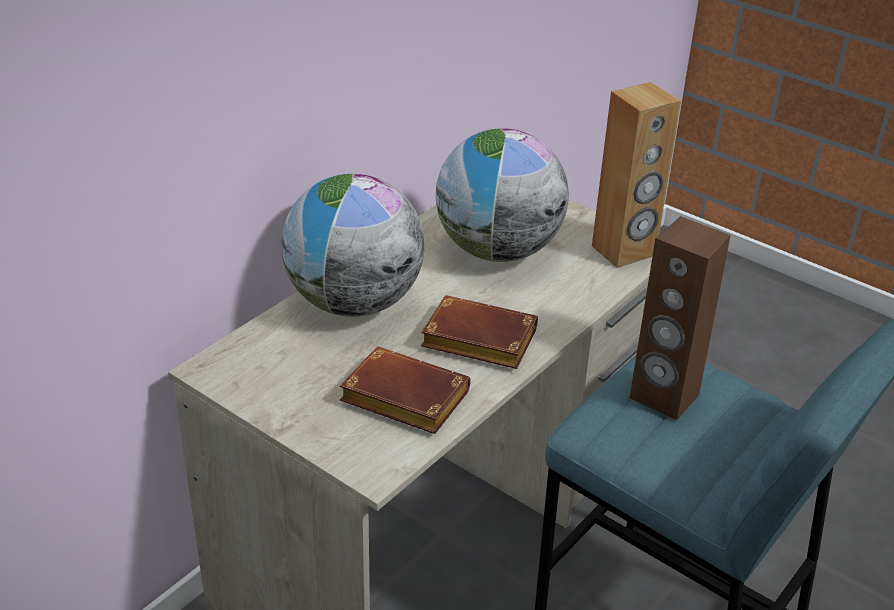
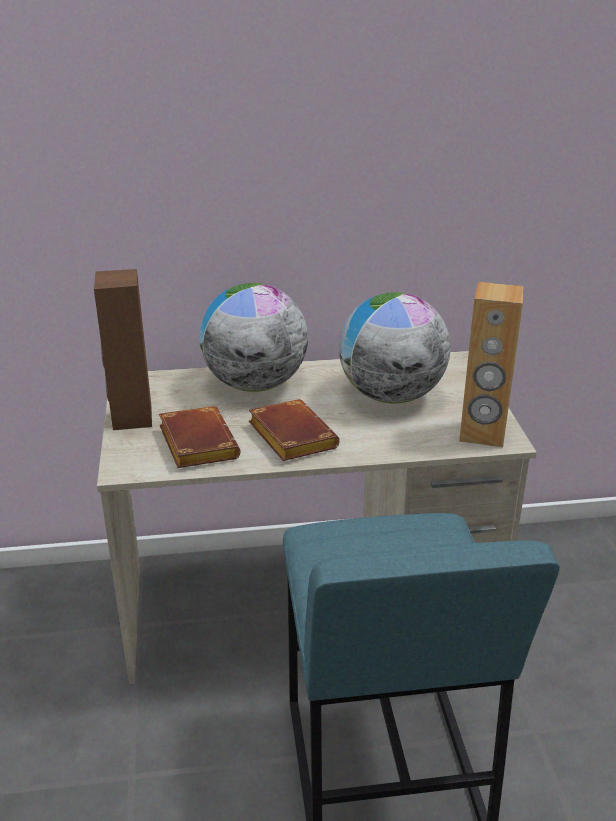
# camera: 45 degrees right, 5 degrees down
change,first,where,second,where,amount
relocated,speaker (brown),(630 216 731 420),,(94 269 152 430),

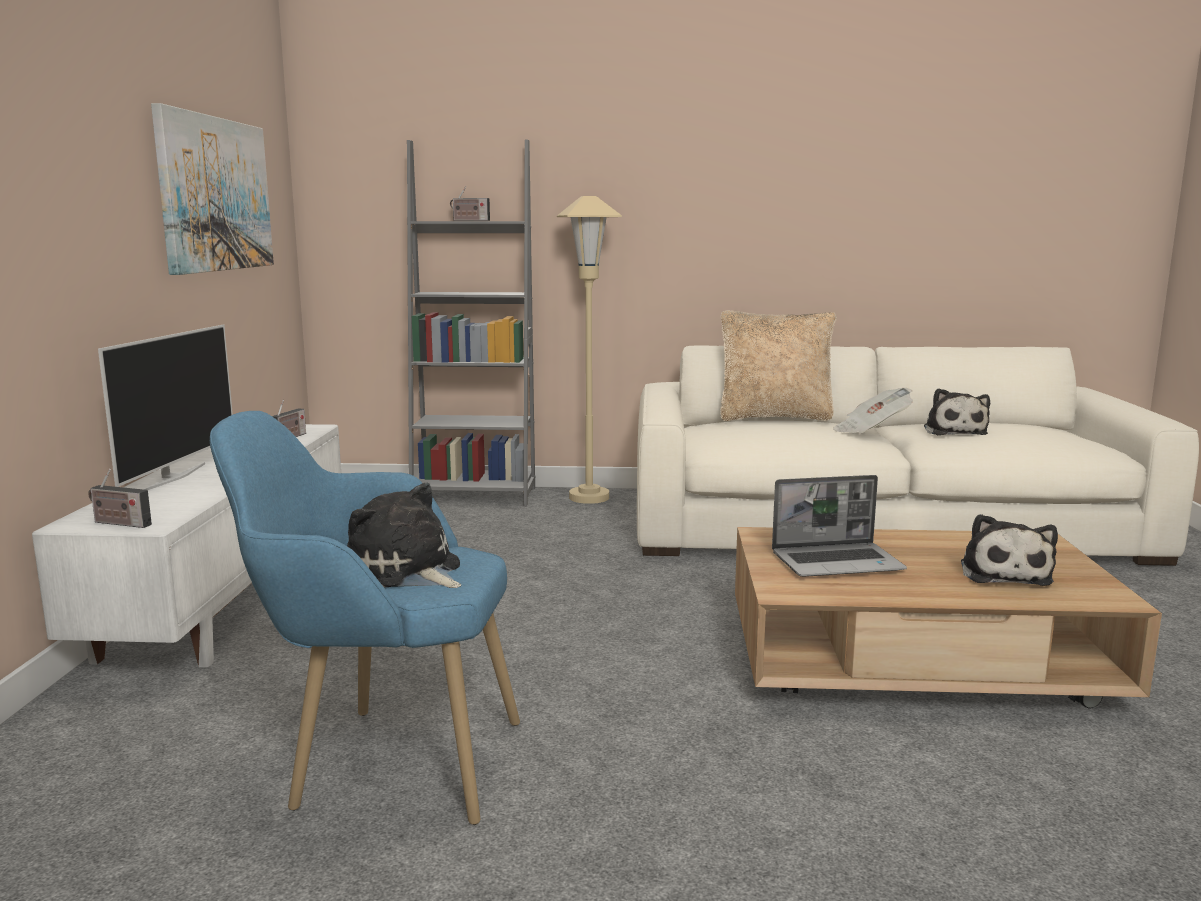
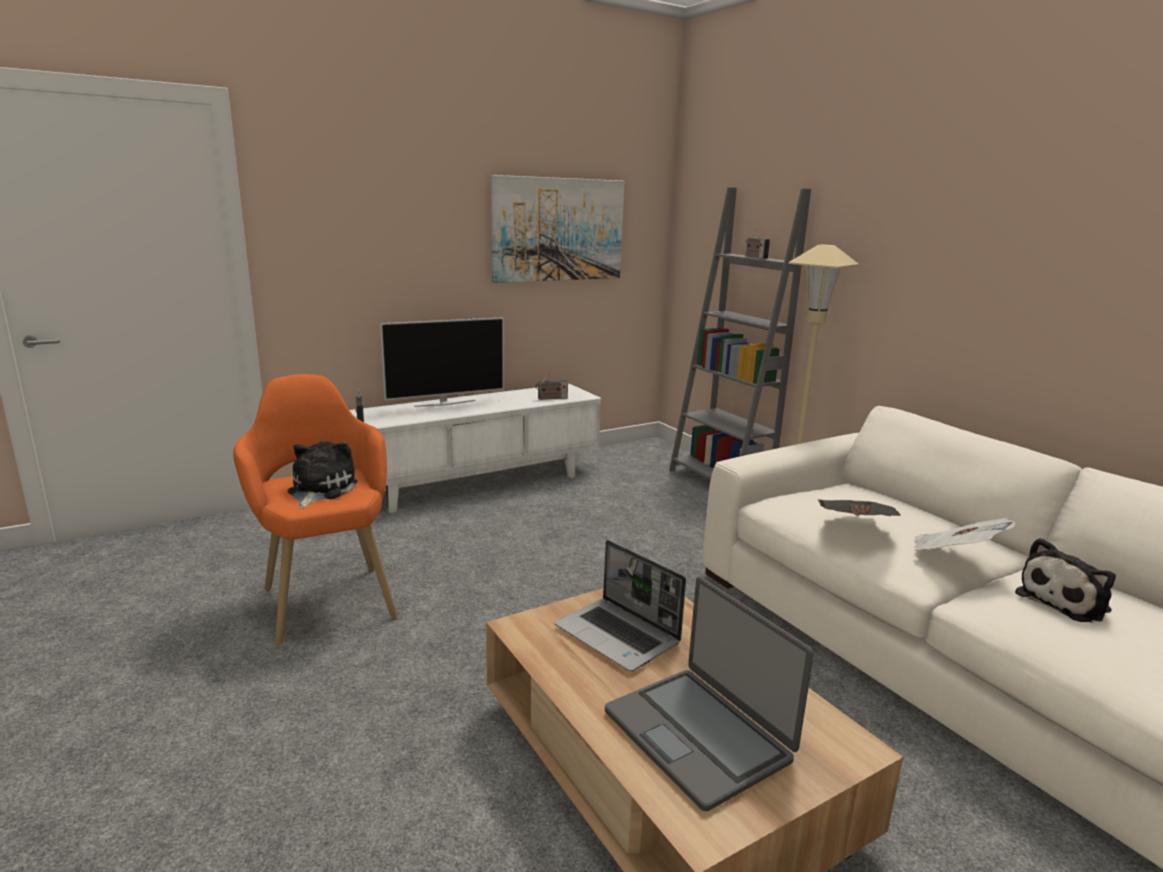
# camera: 55 degrees right, 5 degrees up
change,first,where,second,where,amount
colour,armchair (blue),(210 411 520 825),armchair (orange),(233 374 398 645),
missing,pillow (beige),(720 310 837 421),,,
exchanged,plush toy,(961 514 1058 586),laptop,(605 577 814 811),
appeared,,,newspaper,(817 499 900 516),

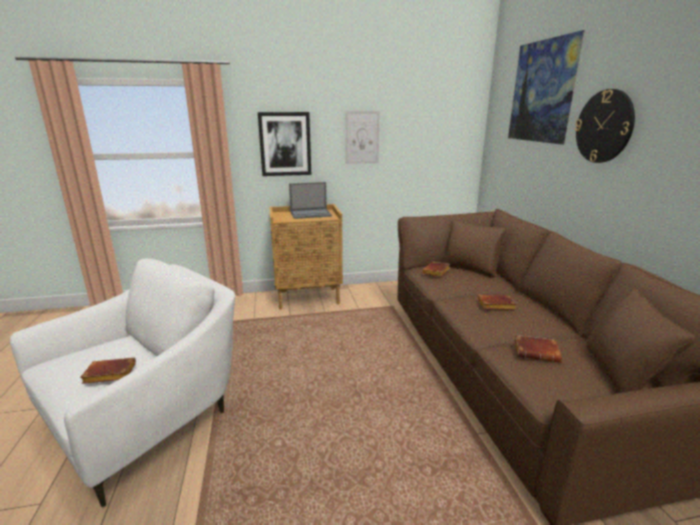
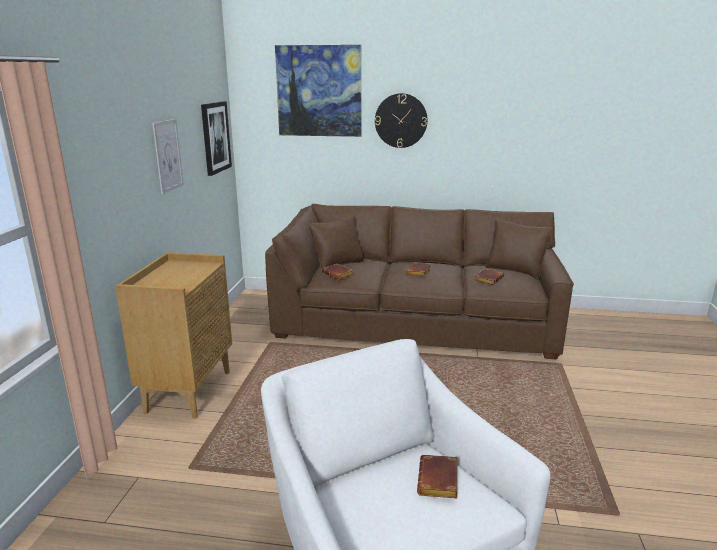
# camera: 70 degrees left, 0 degrees up
change,first,where,second,where,amount
relocated,picture,(258 112 311 176),,(201 101 232 176),
missing,laptop,(289 182 332 219),,,

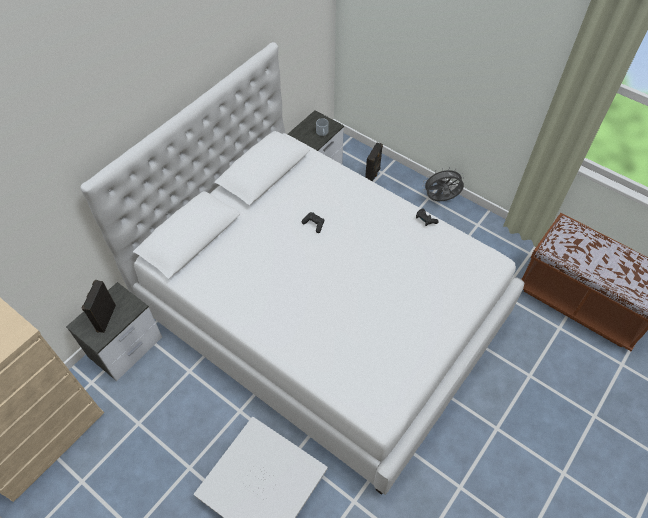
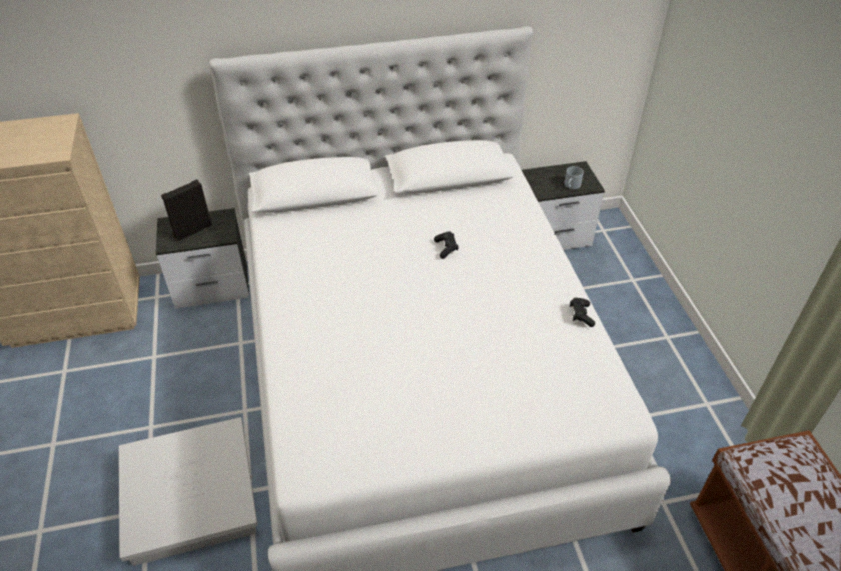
# camera: 40 degrees right, 10 degrees down
change,first,where,second,where,amount
missing,speaker (black),(365 143 383 182),,,
missing,fan (grey),(422 167 465 201),,,

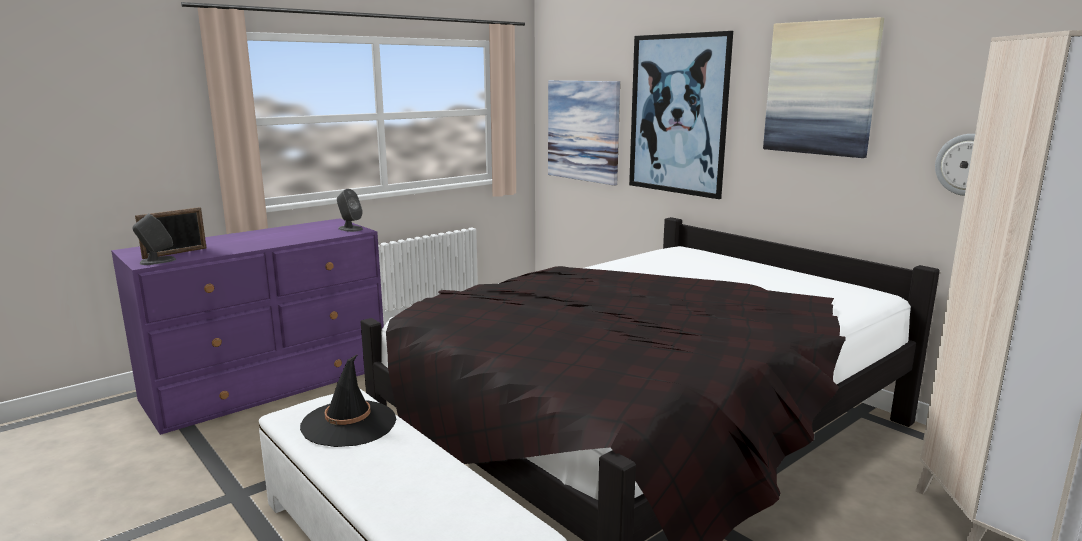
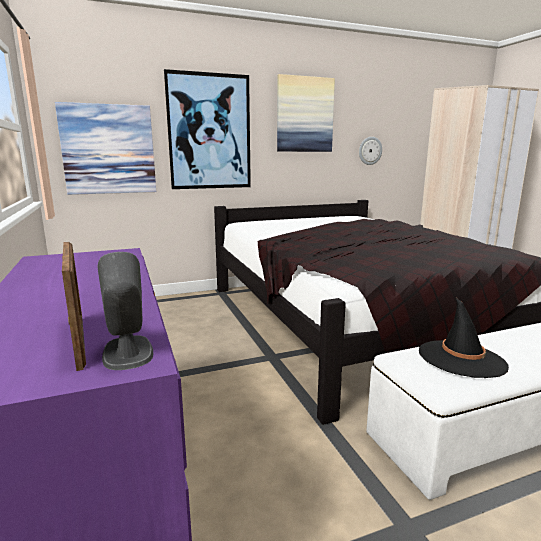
# camera: 70 degrees left, 0 degrees up
change,first,where,second,where,amount
missing,speaker (grey),(337 189 363 232),,,

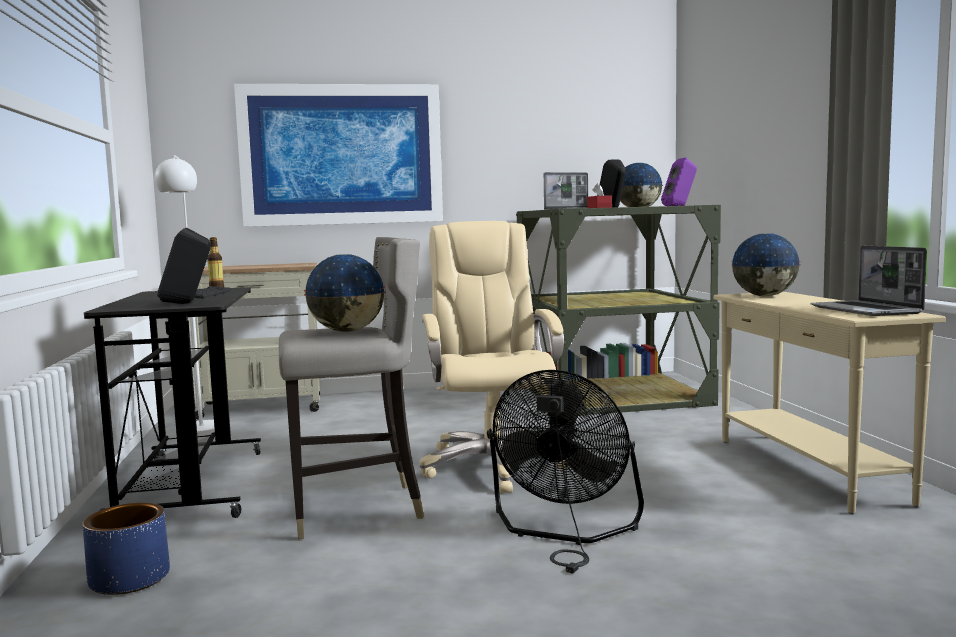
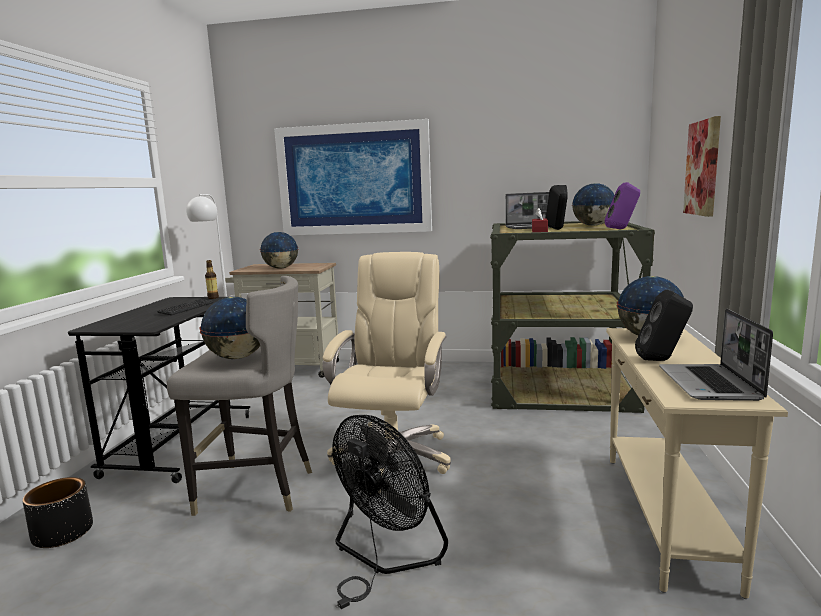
# camera: 20 degrees right, 5 degrees up
change,first,where,second,where,amount
colour,planter (blue),(82 502 170 595),planter (black),(22 477 93 548),
relocated,speaker (black),(157 228 211 304),,(635 290 693 361),
appeared,,,globe,(260 232 298 269),
appeared,,,picture,(683 116 721 217),

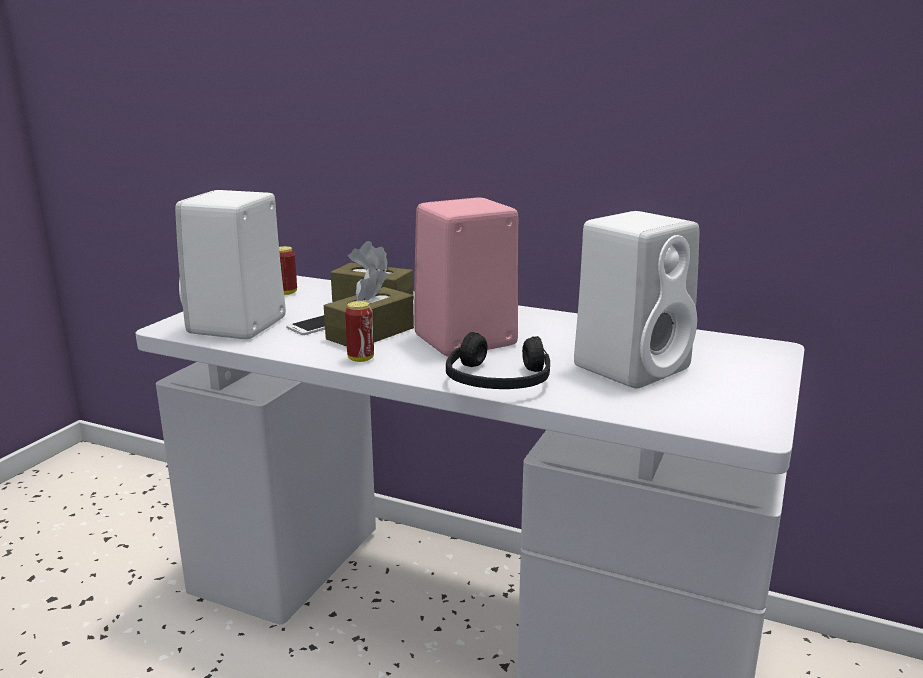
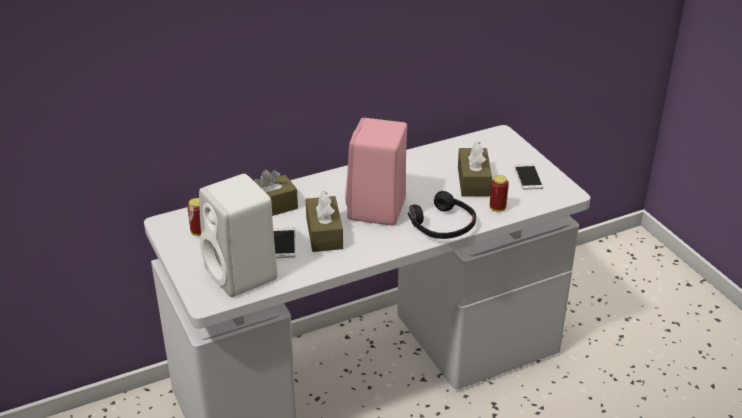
# camera: 50 degrees left, 15 degrees up
change,first,where,second,where,amount
relocated,can,(345 301 374 362),,(490 175 509 212),
exchanged,speaker (white),(574 211 699 389),tissue box (brown),(458 141 492 196),
appeared,,,phone,(514 164 543 190),

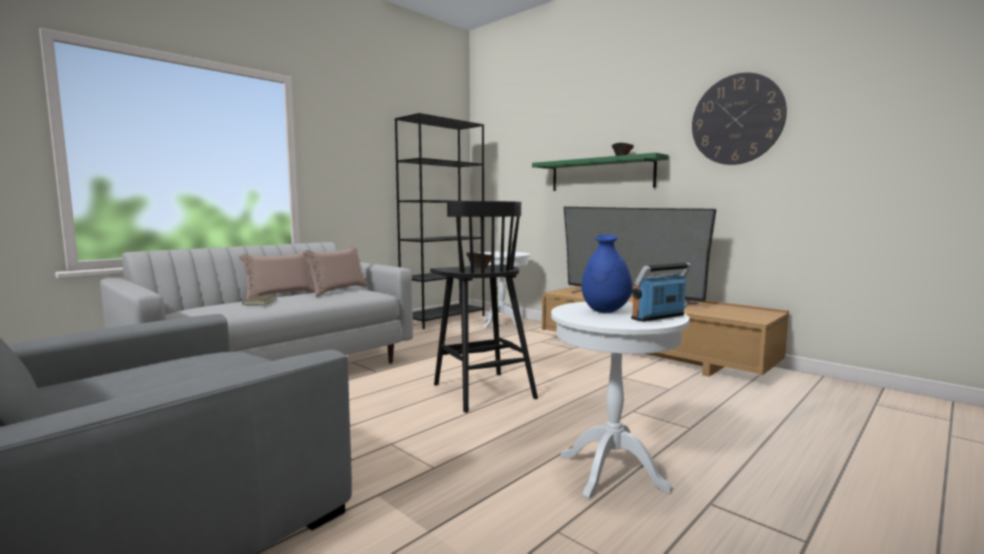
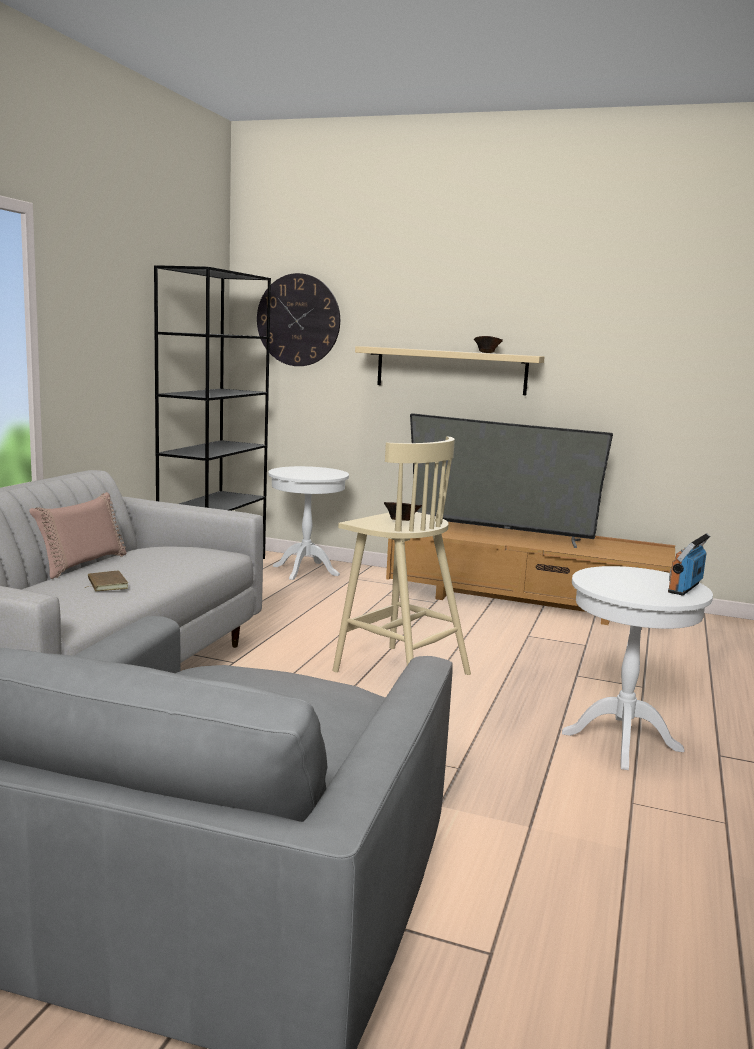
# camera: 25 degrees left, 5 degrees up
change,first,where,second,where,amount
missing,pillow (beige),(302 246 368 297),,,
colour,stool (black),(430 201 538 413),stool (beige),(333 436 471 675),
colour,shelf (green),(532 153 669 191),shelf (beige),(355 346 545 395),
missing,vase (blue),(582 234 633 313),,,
relocated,wall clock,(692 73 787 165),,(257 273 340 366),

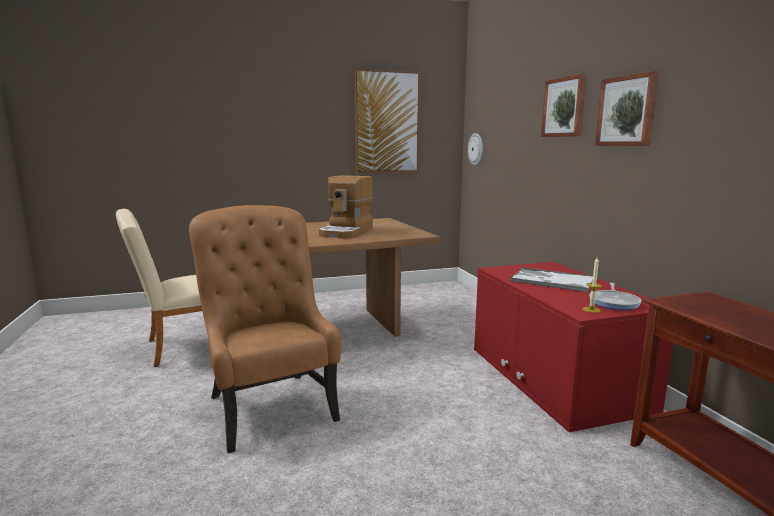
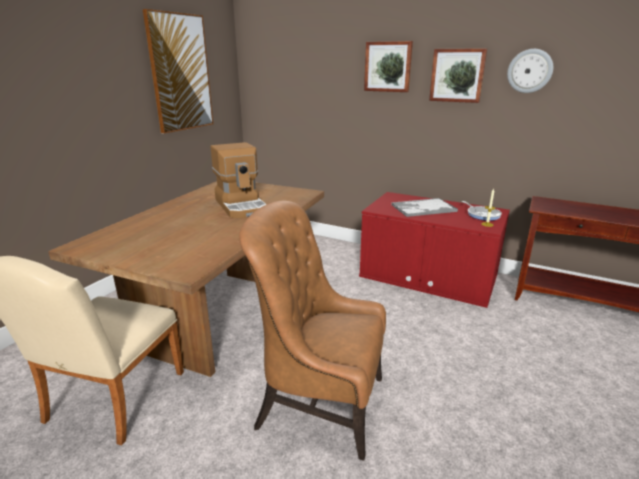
# camera: 45 degrees left, 10 degrees up
change,first,where,second,where,amount
relocated,wall clock,(468 133 483 166),,(507 49 553 93),

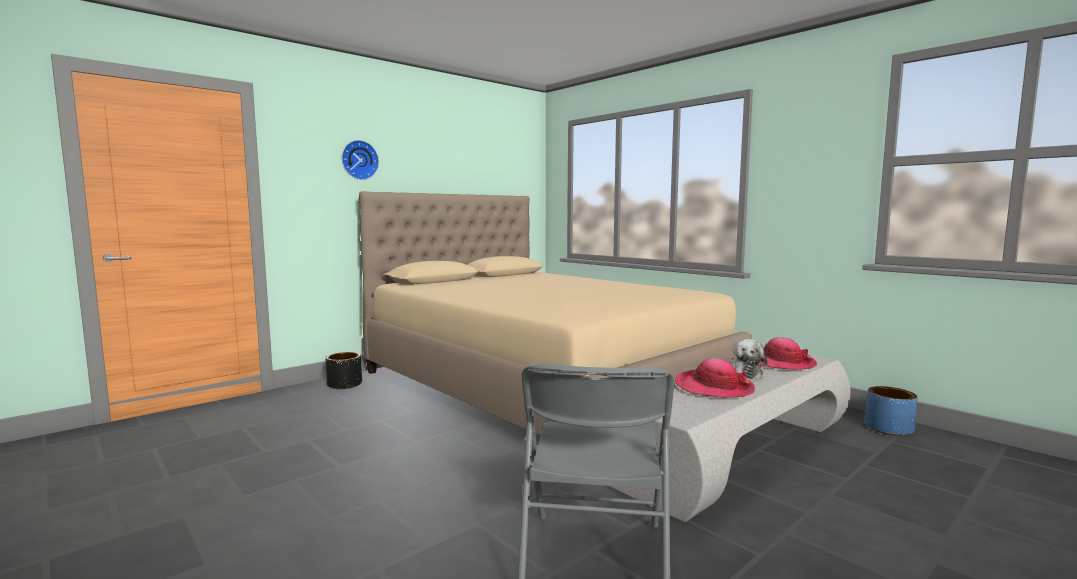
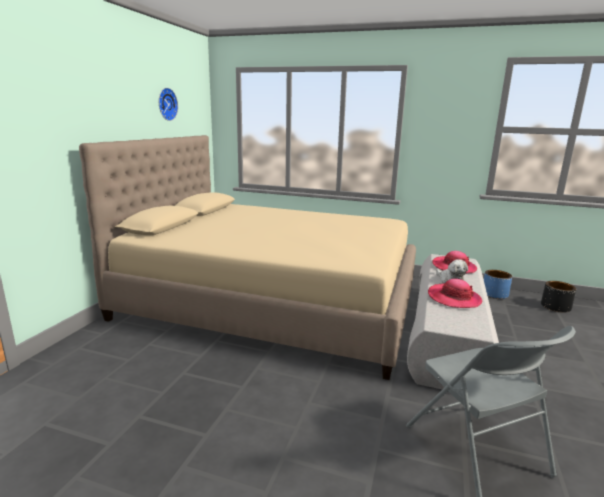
# camera: 30 degrees left, 10 degrees up
change,first,where,second,where,amount
relocated,planter (black),(325 352 362 389),,(541 281 576 313),
relocated,wall clock,(341 140 379 180),,(159 88 178 121),

